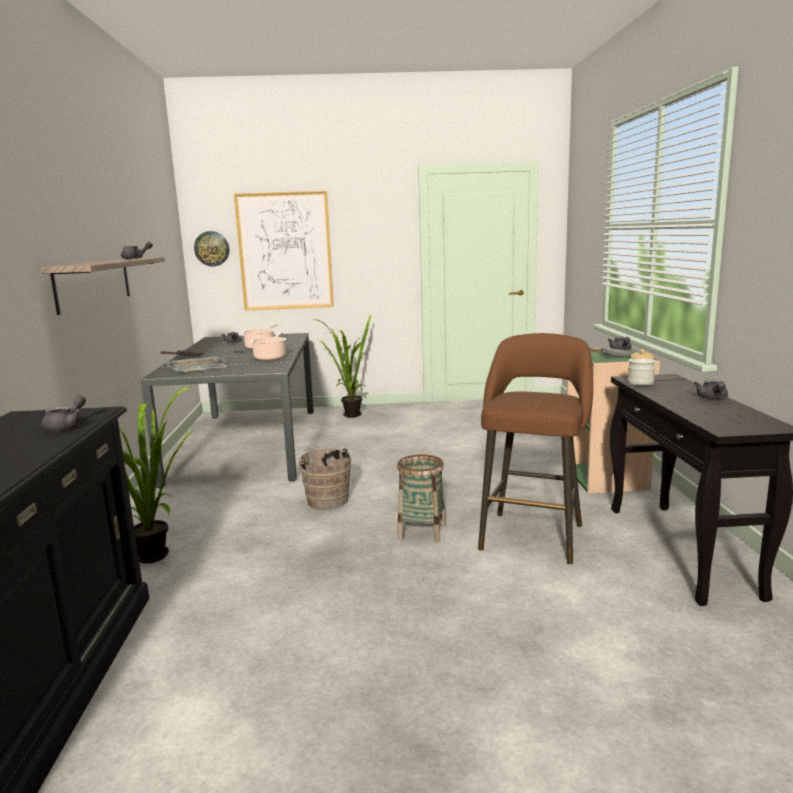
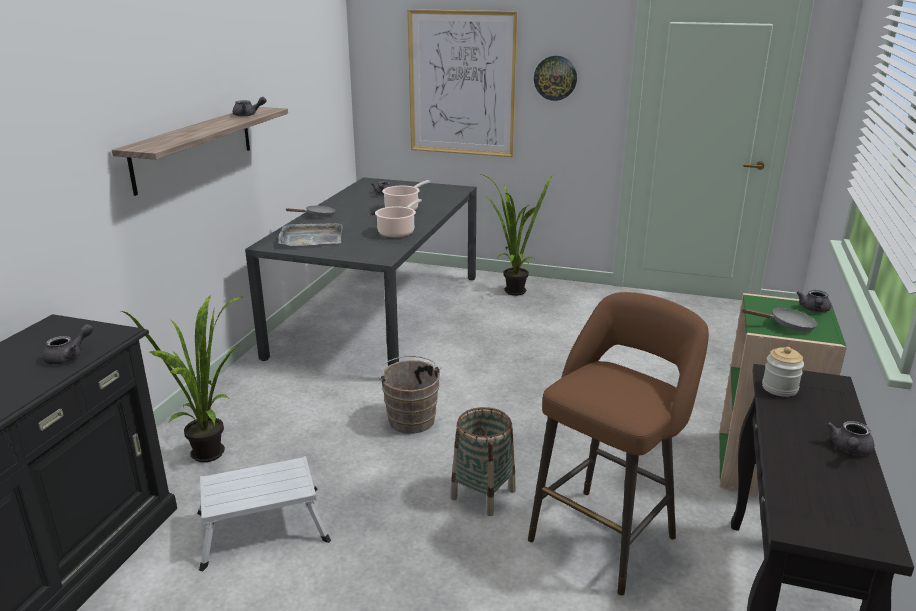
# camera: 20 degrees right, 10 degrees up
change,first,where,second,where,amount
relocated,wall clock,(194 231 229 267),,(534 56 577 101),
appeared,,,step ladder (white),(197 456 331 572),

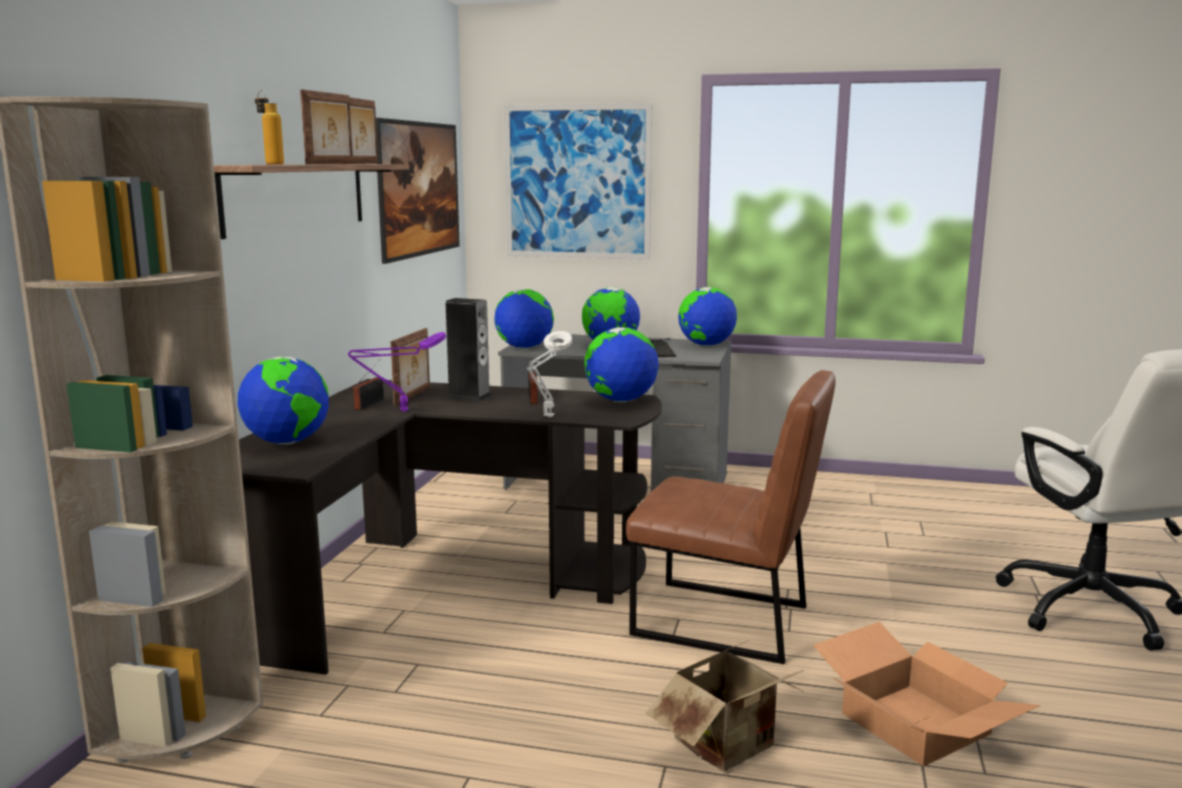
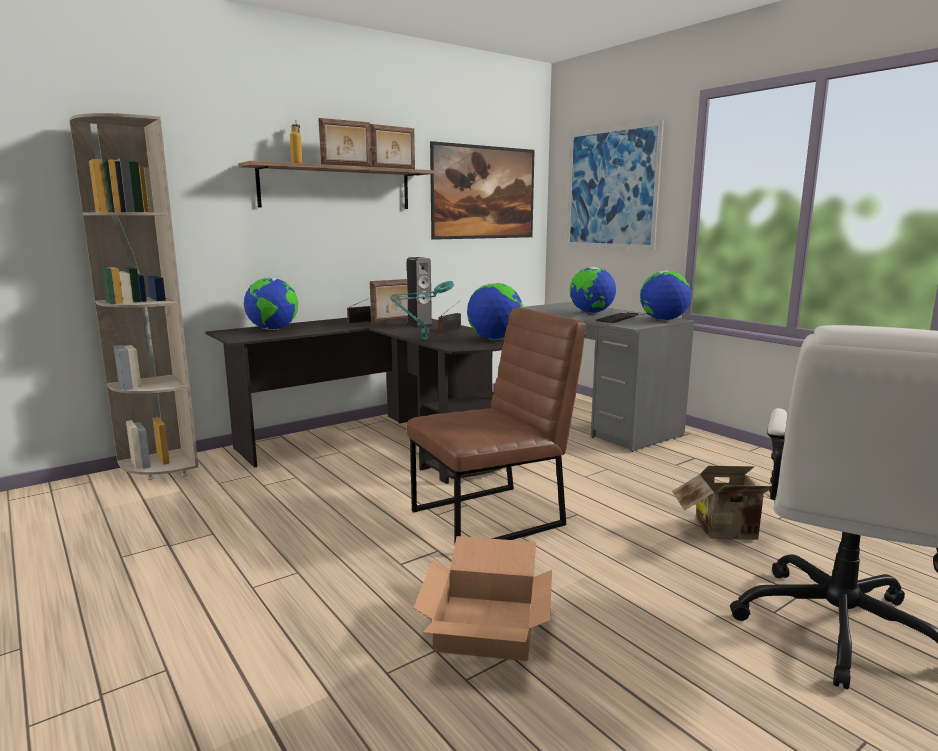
# camera: 40 degrees right, 0 degrees up
change,first,where,second,where,amount
missing,table lamp (purple),(348 332 446 412),,,
missing,globe,(494 289 554 349),,,
colour,table lamp (white),(527 331 572 417),table lamp (turquoise),(390 281 454 340),
spun,chair (brown),(626 370 835 664),,(406 307 586 542),90 degrees counterclockwise
relocated,cardboard box,(645 640 804 771),,(672 466 775 540),

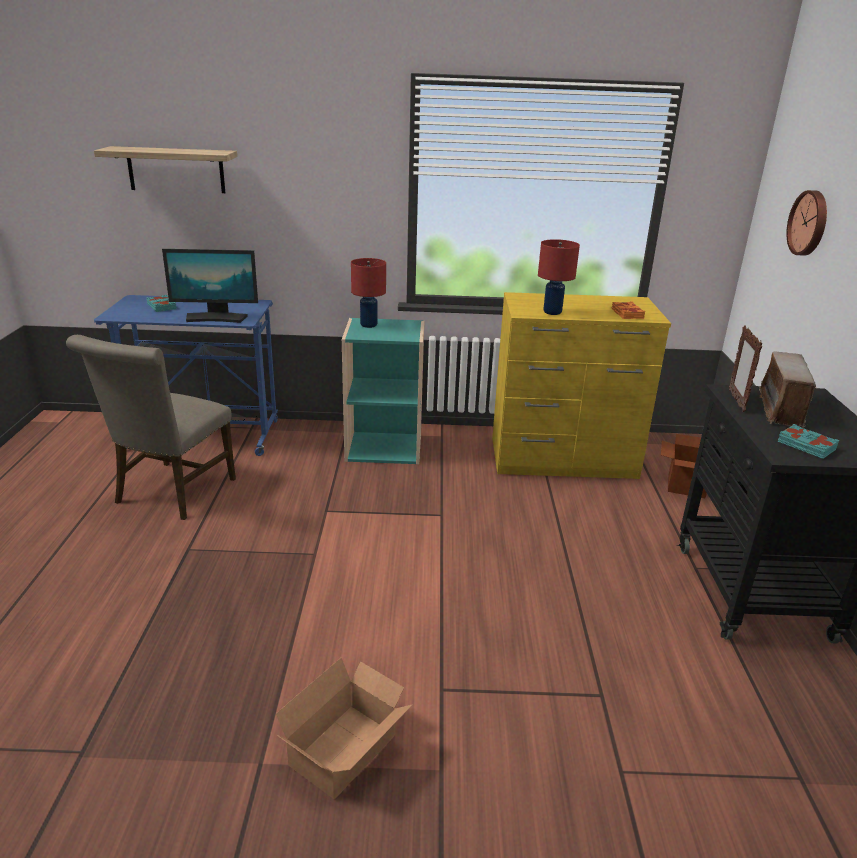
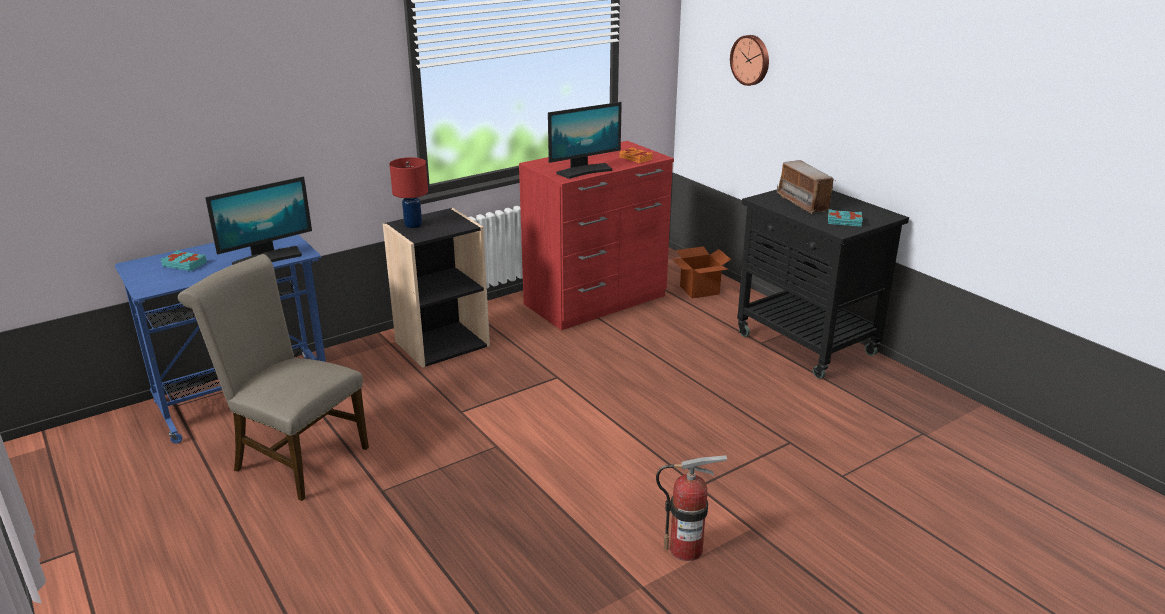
# camera: 35 degrees left, 0 degrees up
change,first,where,second,where,amount
spun,chair (beige),(66 335 236 520),,(178 254 369 501),135 degrees clockwise
missing,shelf,(94 146 237 193),,,
exchanged,cardboard box,(276 657 412 799),fire extinguisher,(656 455 727 561),
colour,bookcase (turquoise),(342 318 425 464),bookcase (black),(383 208 490 368),
colour,dresser (yellow),(492 292 671 479),dresser (red),(519 141 674 330),
exchanged,table lamp (red),(538 239 580 315),monitor,(548 102 622 179),
missing,picture frame,(729 325 762 412),,,

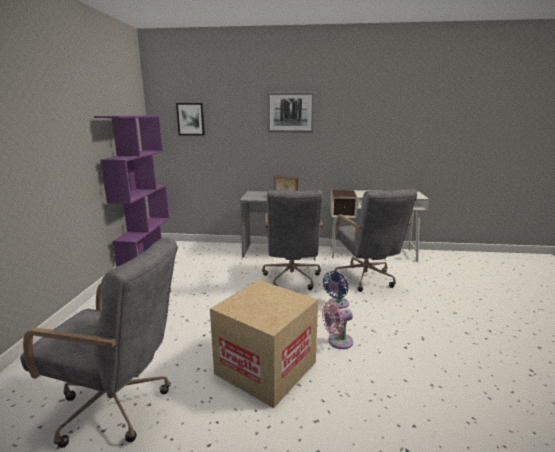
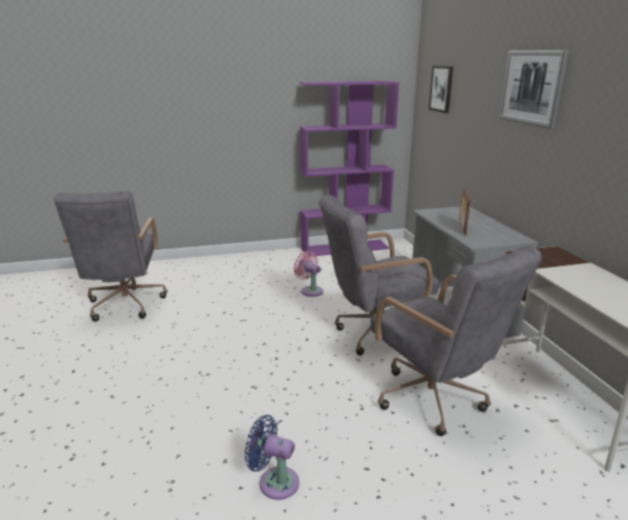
# camera: 70 degrees right, 5 degrees up
change,first,where,second,where,amount
missing,cardboard box,(210 280 318 408),,,
relocated,fan (pink),(322 301 353 349),,(293 251 323 297),
relocated,fan (blue),(323 271 349 309),,(245 415 299 500),
spun,office chair (grey),(333 189 417 292),,(370 246 542 436),90 degrees counterclockwise

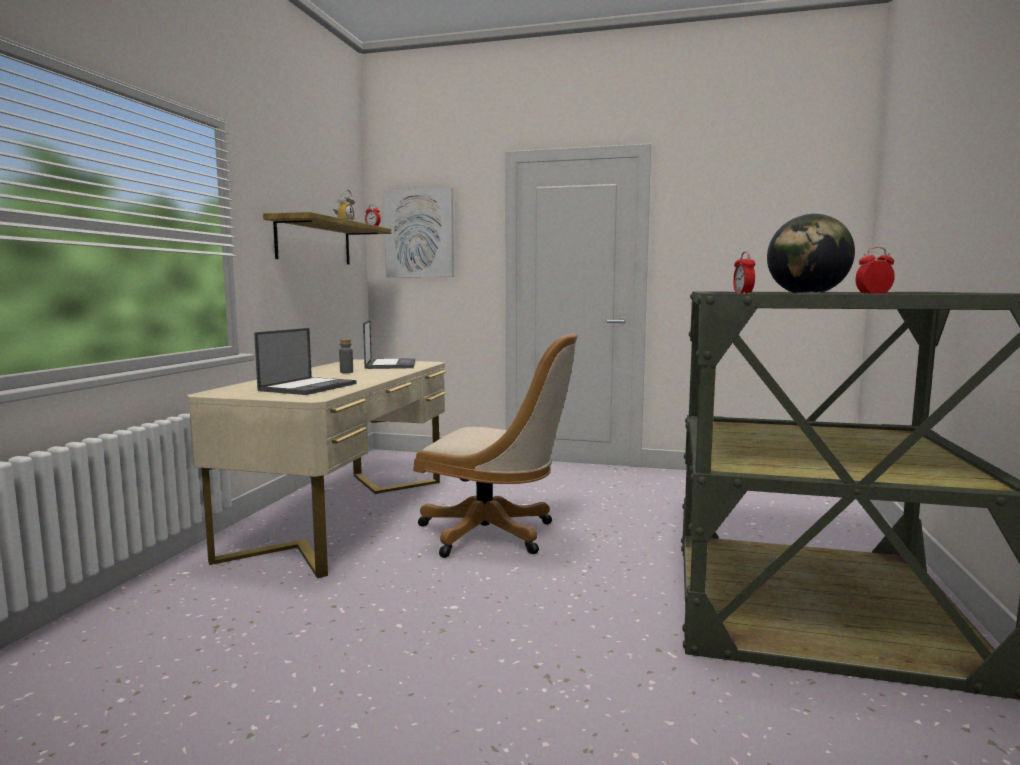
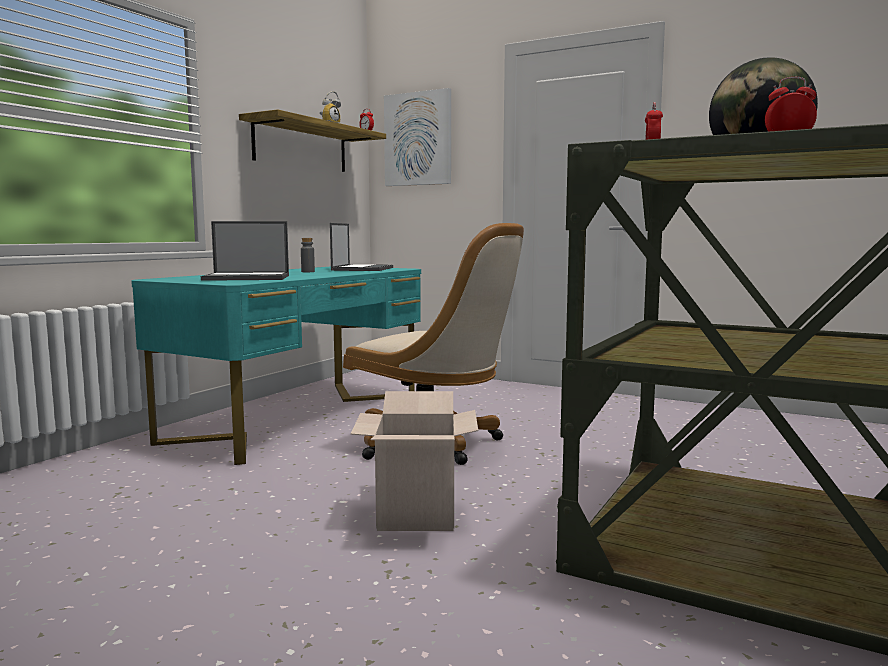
# camera: 15 degrees right, 0 degrees up
change,first,where,second,where,amount
colour,desk (beige),(187 359 446 578),desk (turquoise),(131 266 421 465),
spun,laptop,(254 328 357 395),,(201 221 289 281),45 degrees clockwise
appeared,,,cardboard box,(350 391 478 531),

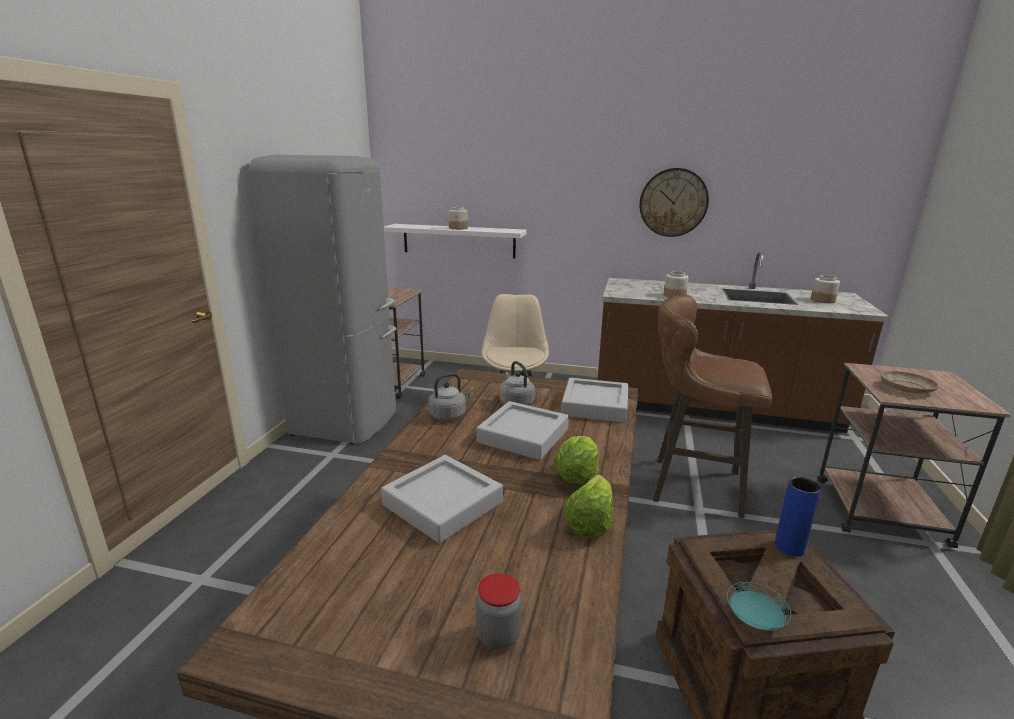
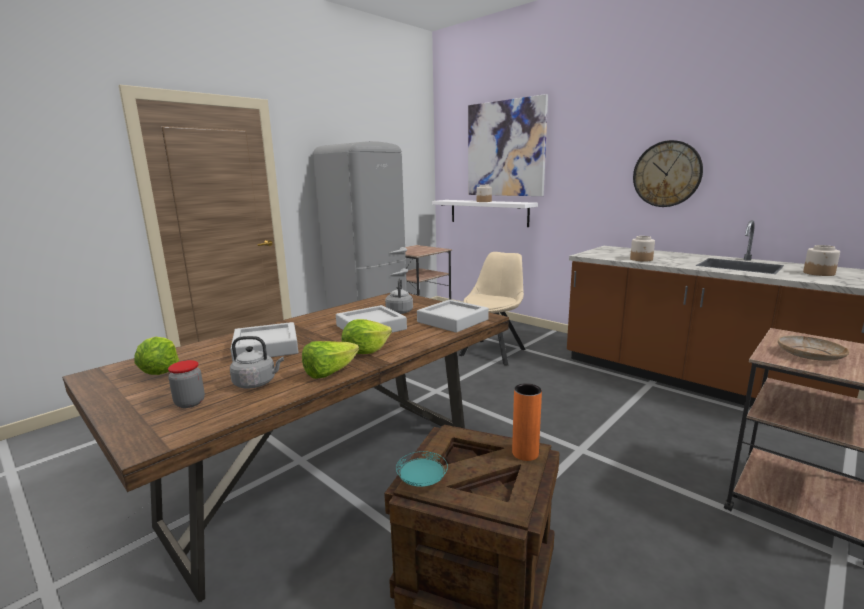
# camera: 30 degrees right, 5 degrees down
change,first,where,second,where,amount
relocated,kettle (grey),(428 373 474 421),,(230 336 284 389),
missing,stool (brown),(653 294 772 518),,,
colour,vase (blue),(775 477 821 557),vase (orange),(512 383 542 461),
appeared,,,lettuce,(134 337 179 375),
appeared,,,picture,(468 94 548 196),

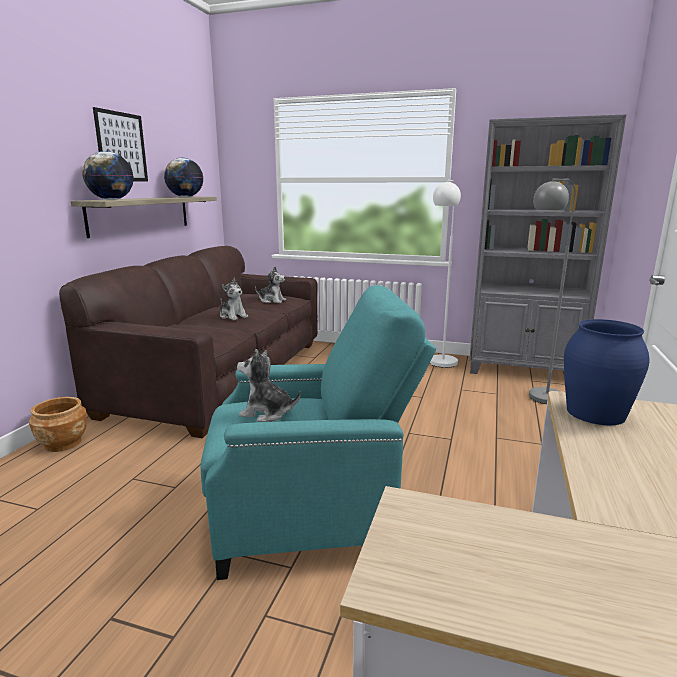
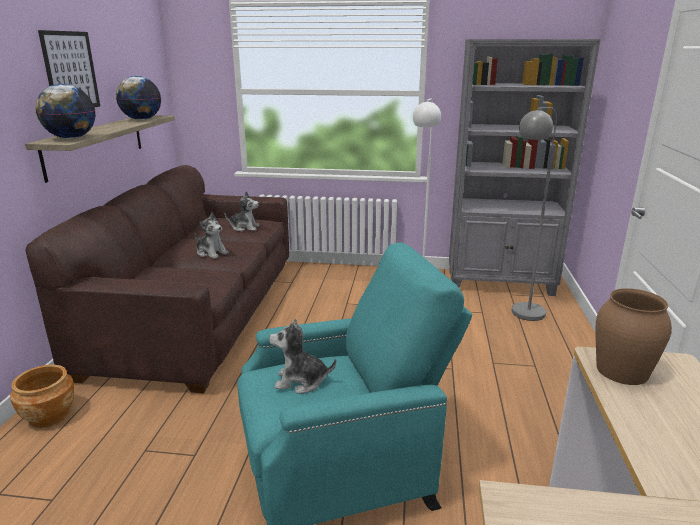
# camera: 10 degrees left, 5 degrees up
change,first,where,second,where,amount
colour,vase (blue),(564 319 649 425),vase (brown),(596 288 672 385),

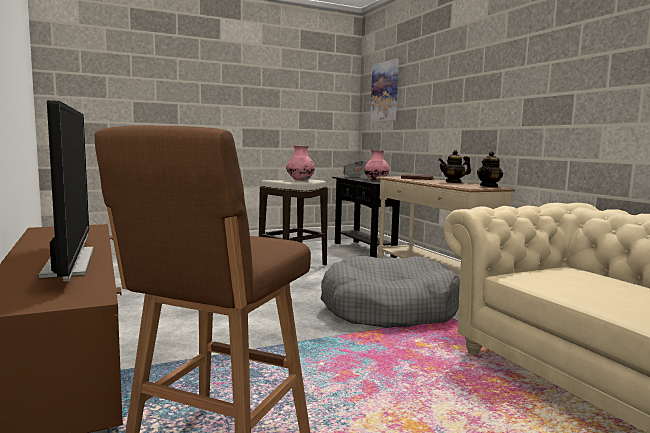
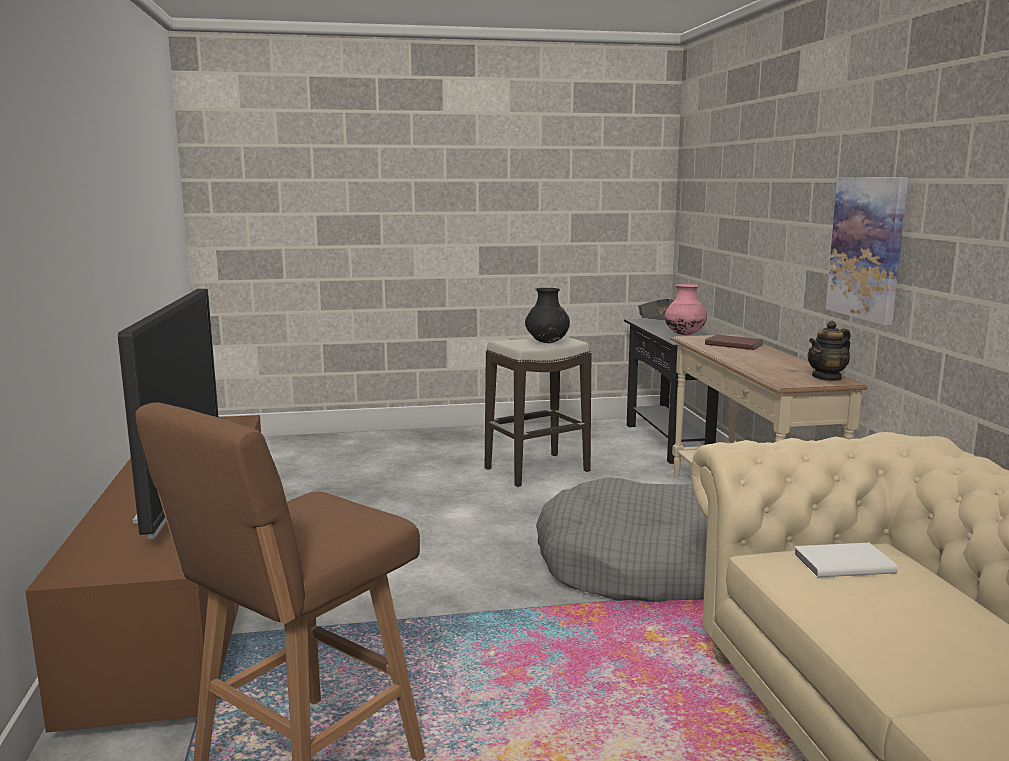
# camera: 15 degrees right, 5 degrees up
change,first,where,second,where,amount
colour,vase (pink),(286 145 315 181),vase (black),(525 288 570 343),
relocated,picture,(370 59 399 122),,(826 177 908 325),
missing,teapot,(439 150 471 183),,,
appeared,,,book (white),(793 543 898 578),

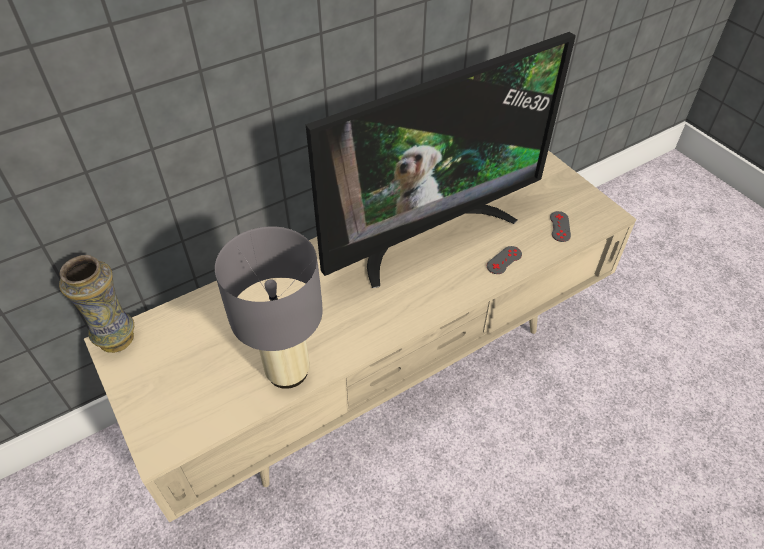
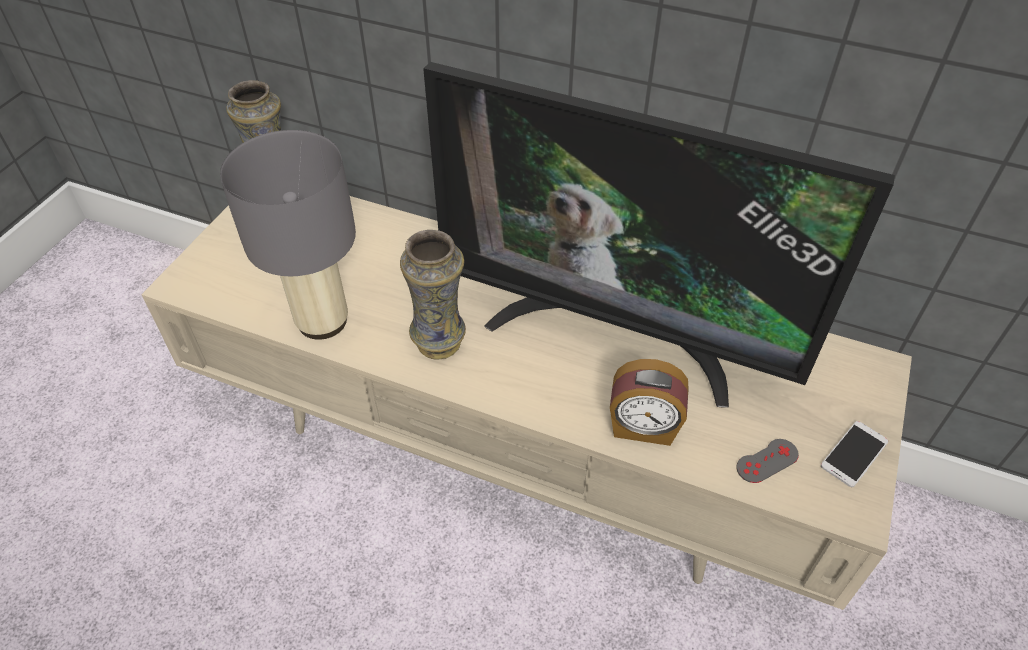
# camera: 55 degrees right, 0 degrees up
change,first,where,second,where,amount
exchanged,game controller (grey),(487 246 522 274),alarm clock,(610 359 689 446),
appeared,,,vase,(400 230 466 359),
appeared,,,phone,(821 421 888 487),

